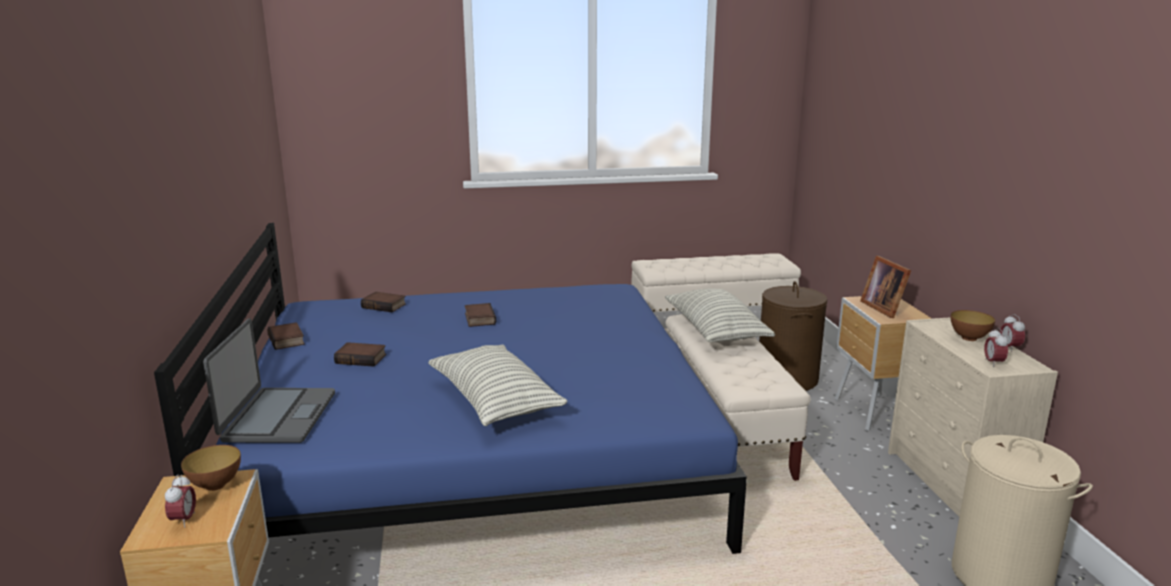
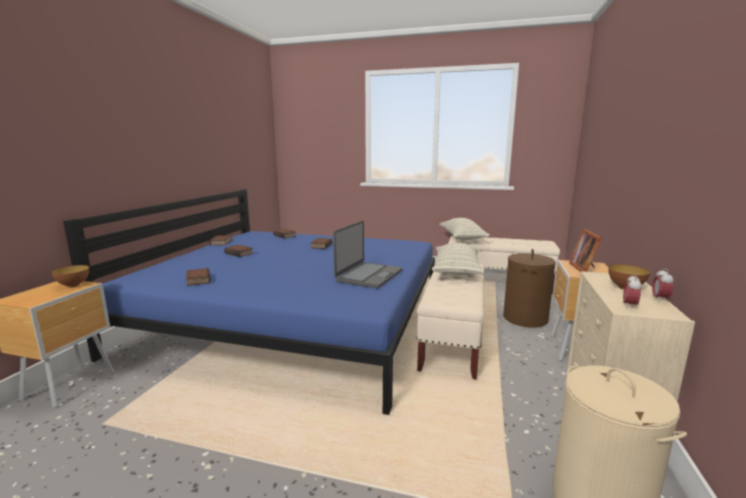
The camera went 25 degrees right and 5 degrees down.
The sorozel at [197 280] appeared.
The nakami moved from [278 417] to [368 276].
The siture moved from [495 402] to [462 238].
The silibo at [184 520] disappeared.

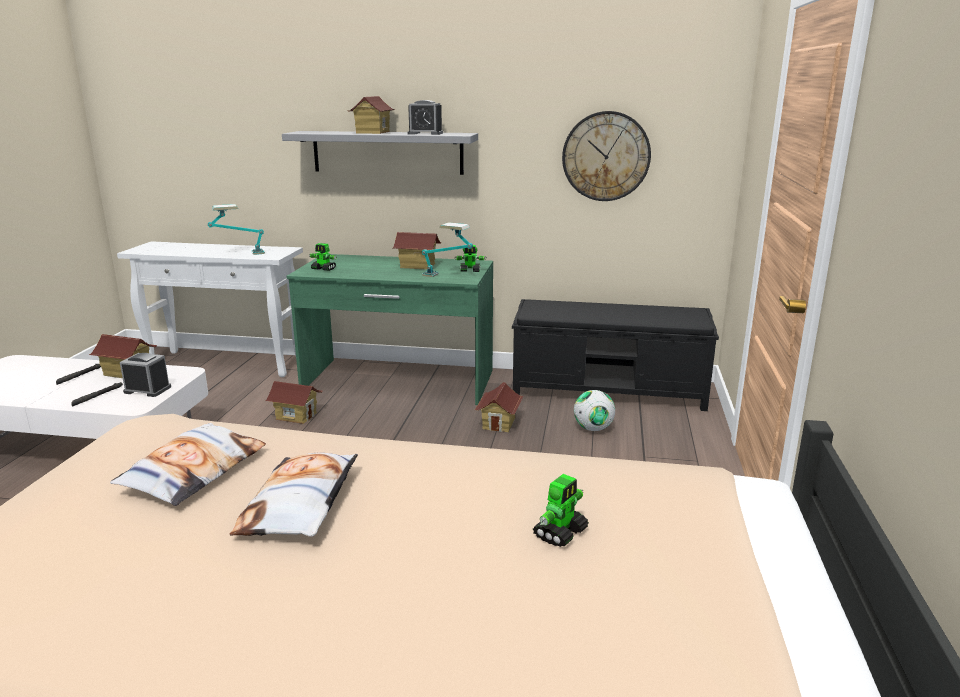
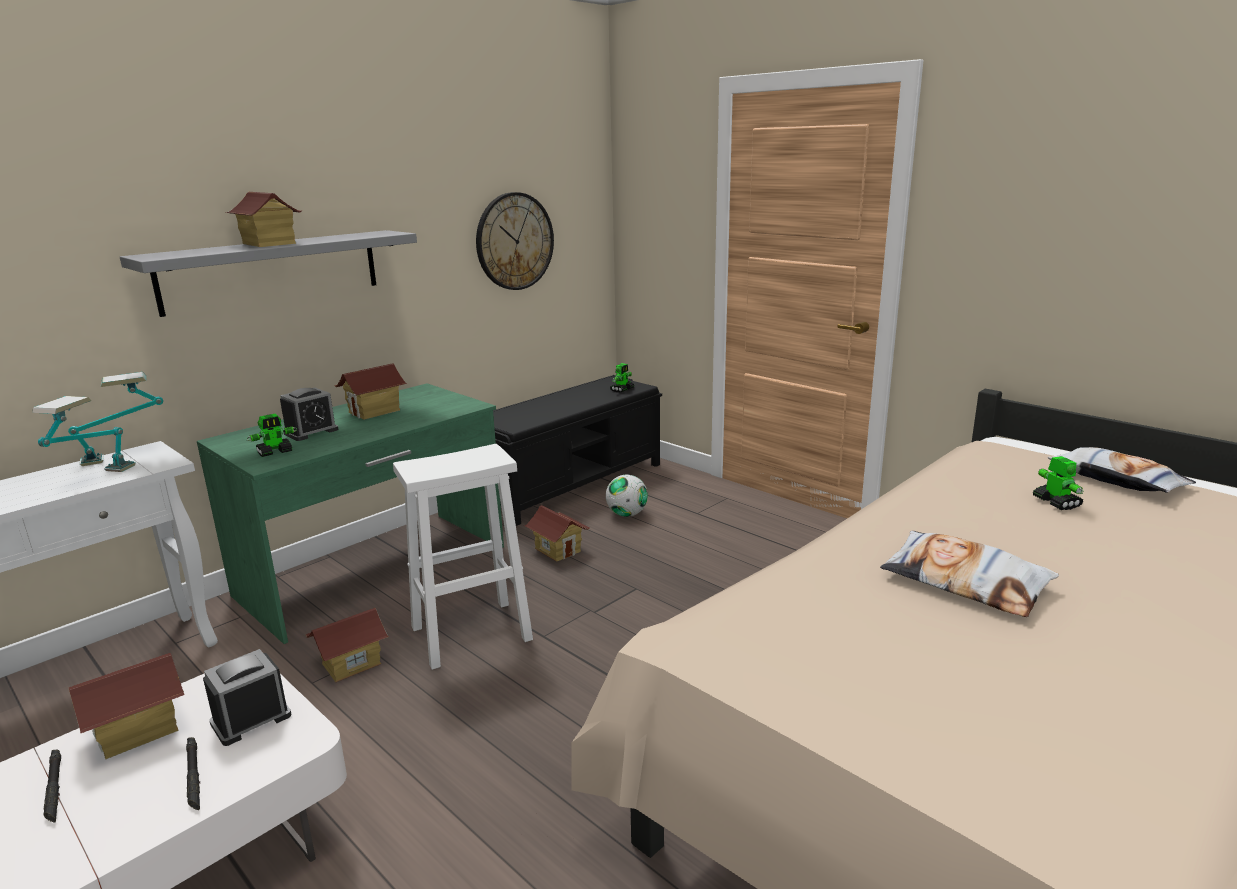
The camera went 55 degrees left and 0 degrees up.
The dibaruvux moved from [447 277] to [127 455].
The silibo moved from [425 133] to [311 432].
The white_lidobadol at [469 634] appeared.
The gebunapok moved from [470 271] to [622 389].
The siture moved from [194 472] to [1117 480].

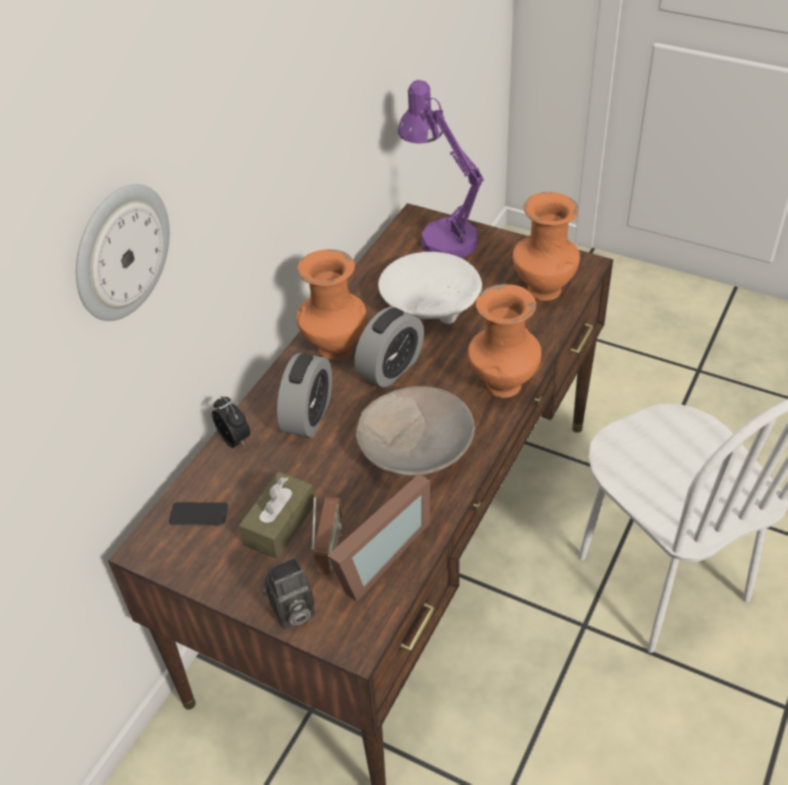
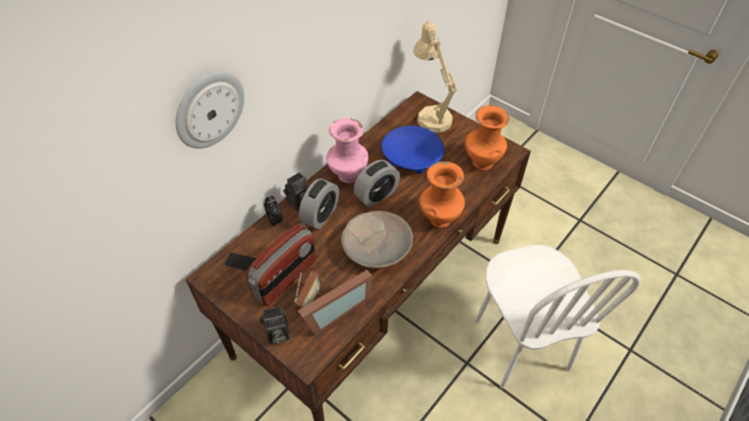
The camera went 10 degrees right and 5 degrees up.
The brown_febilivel at [280 524] was replaced by the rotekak at [285 279].
The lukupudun at [299 203] appeared.
The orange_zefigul at [334 348] became the pink_zefigul at [347 175].
The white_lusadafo at [429 302] became the blue_lusadafo at [411 157].
The purple_dibaruvux at [441 236] became the beige_dibaruvux at [431 116].

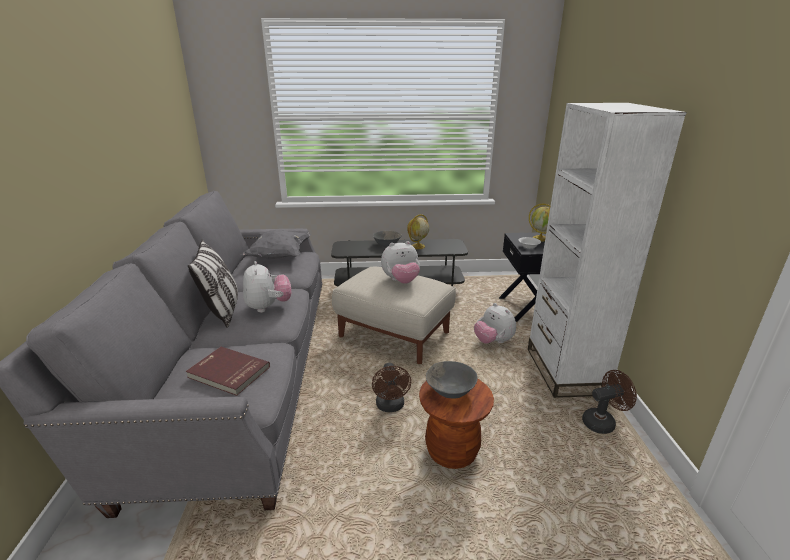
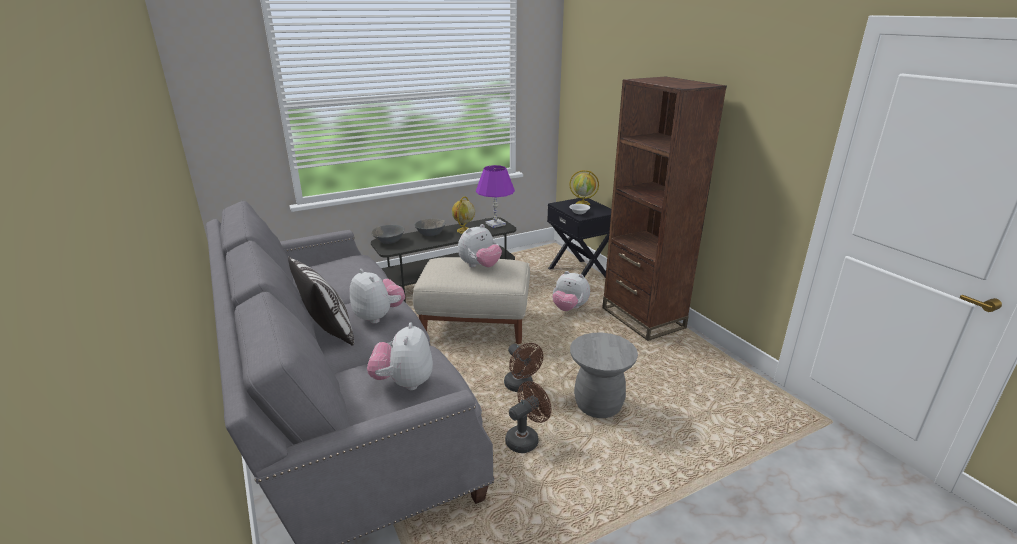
The camera went 25 degrees left and 0 degrees up.
The red_sorozel at [228 373] was replaced by the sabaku at [404 383].
The grey_lusadafo moved from [451 390] to [389 241].
The purple_dibaruvux at [495 224] appeared.
The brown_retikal moved from [602 422] to [526 439].
The brown_lidobadol at [452 451] became the grey_lidobadol at [598 405].
The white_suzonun at [565 371] became the brown_suzonun at [642 318].
The grey_siture at [279 256] disappeared.

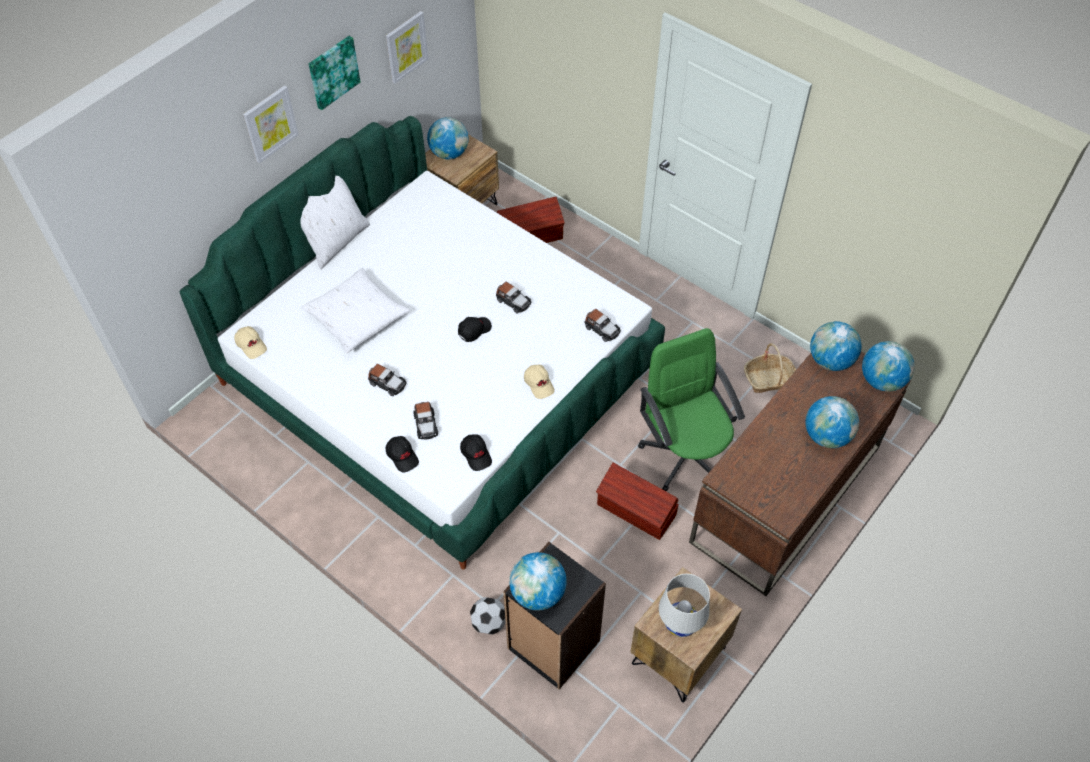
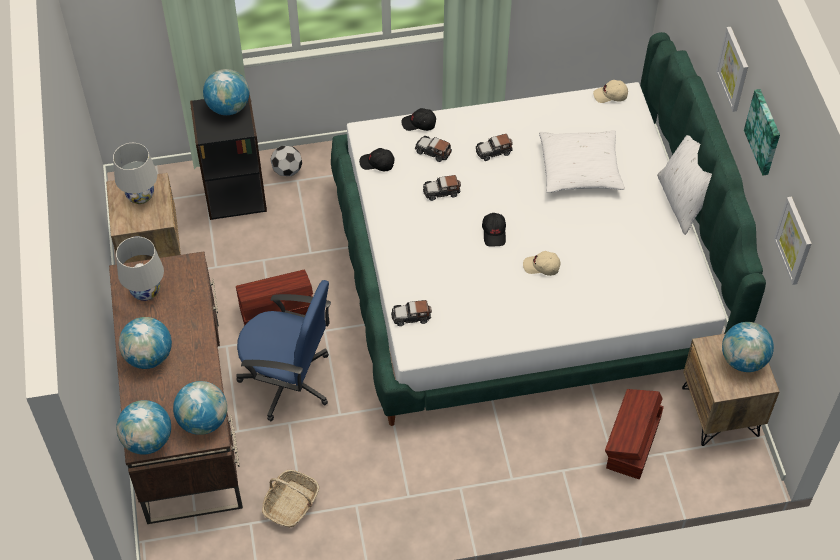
The camera went 130 degrees right and 0 degrees up.
The white_dibaruvux at [146 291] appeared.
The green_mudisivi at [685 454] became the blue_mudisivi at [288 381].
The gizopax moved from [513 301] to [441 191].
The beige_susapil moved from [539 384] to [541 267].

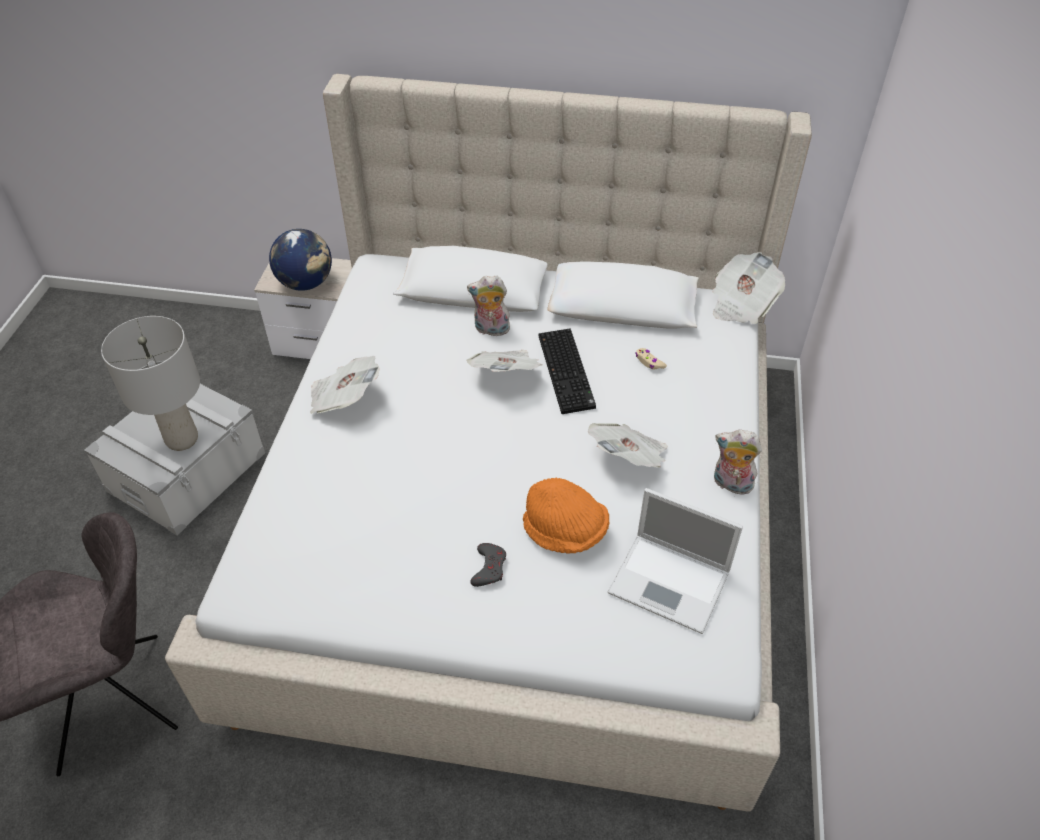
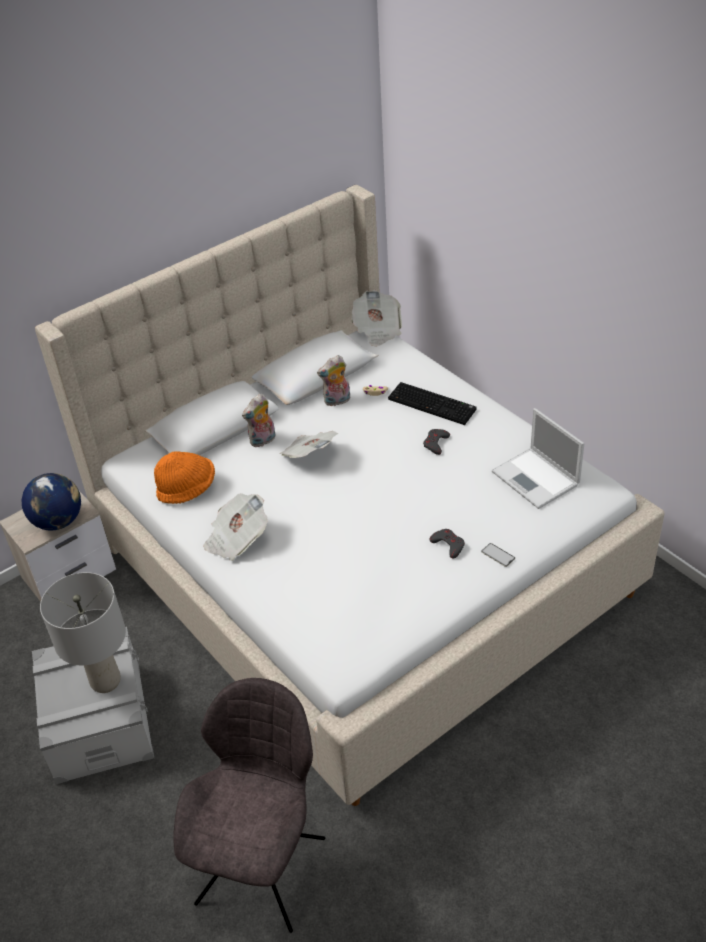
The camera went 45 degrees left and 5 degrees down.
The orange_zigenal moved from [565 532] to [187 489].
The sabaku moved from [730 484] to [337 401].
The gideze moved from [568 372] to [433 404].
The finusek at [629 458] was replaced by the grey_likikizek at [435 443].
The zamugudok at [498 555] appeared.
The nakami at [671 583] turned 75 degrees clockwise.

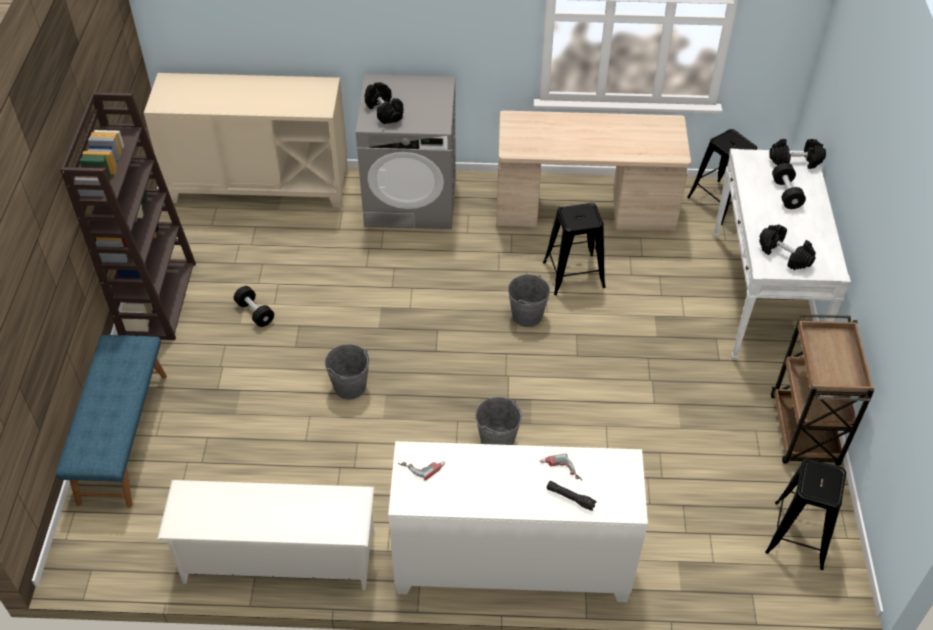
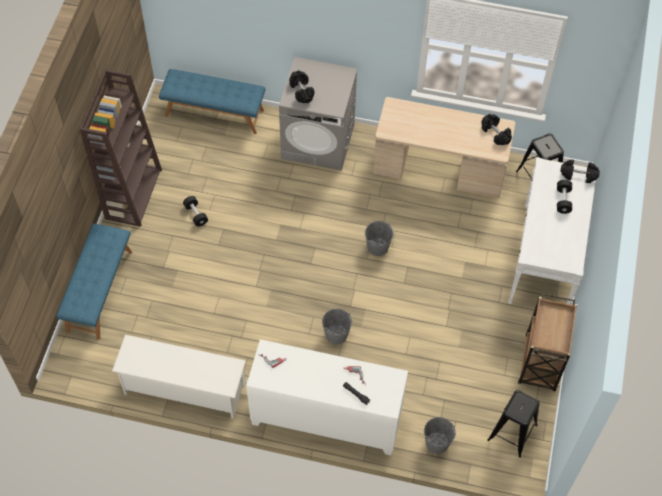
The camera went 10 degrees right and 10 degrees up.
The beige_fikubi at [260 184] was replaced by the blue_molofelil at [214 112].
The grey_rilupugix moved from [350 386] to [437 443].
The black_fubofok moved from [785 255] to [495 134].
The black_lidobadol at [573 274] disappeared.

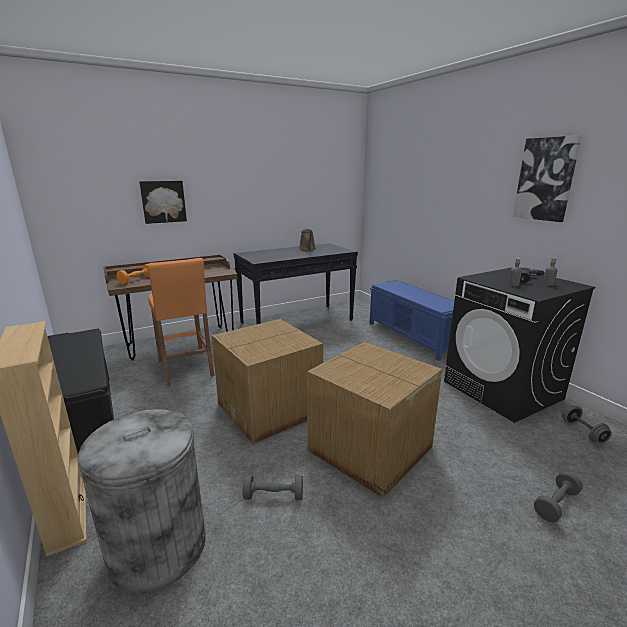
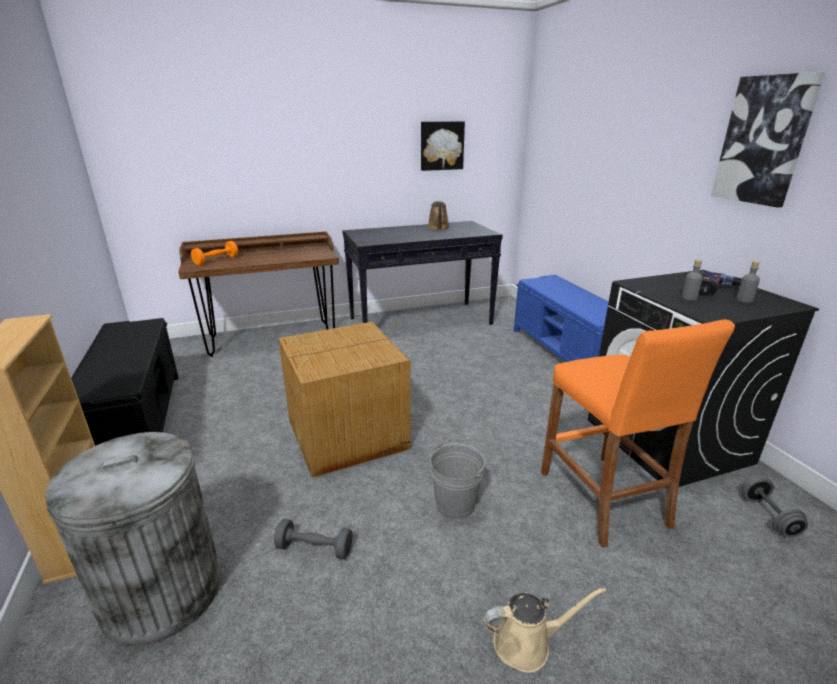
The camera went 10 degrees right and 5 degrees up.
The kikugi moved from [163 201] to [441 146].
The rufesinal at [370 450] was replaced by the grey_rilupugix at [455 504].
The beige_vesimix at [527 643] appeared.
The orange_lidobadol moved from [185 368] to [603 498].
The grey_fubofok at [556 504] disappeared.

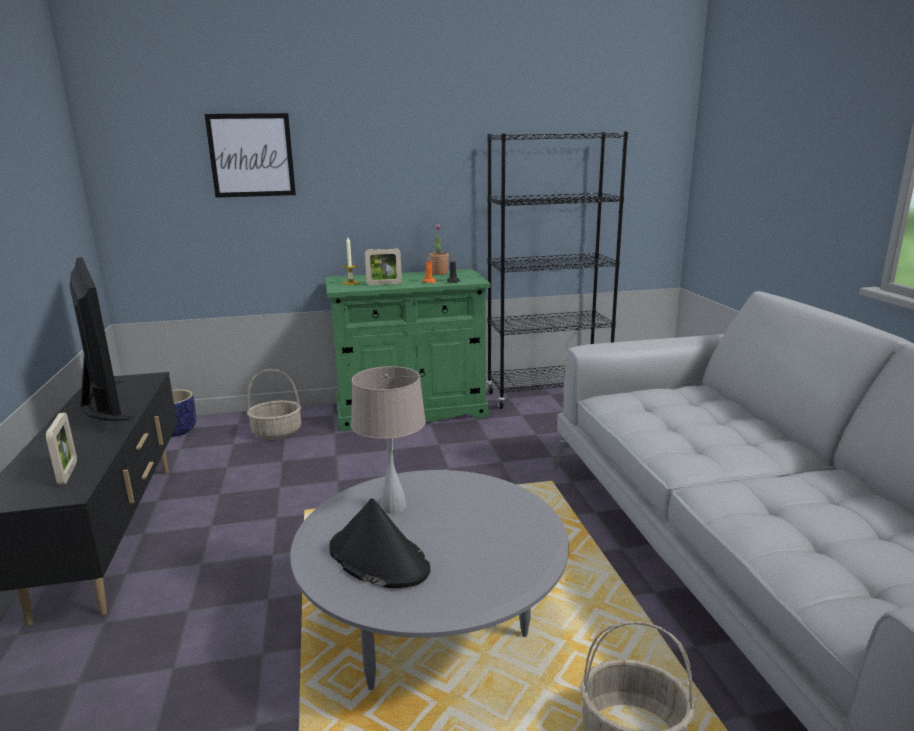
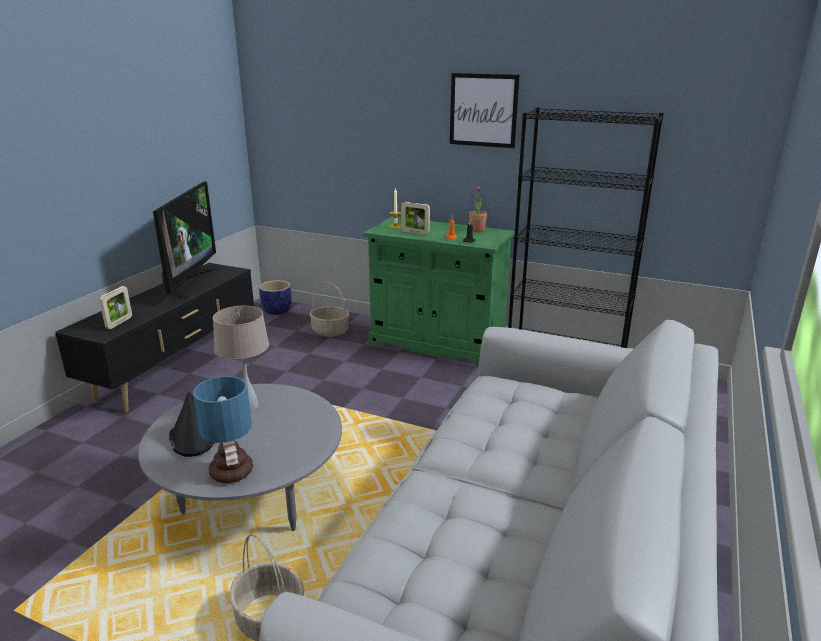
The camera went 35 degrees right and 5 degrees up.
The dibaruvux at [233 472] appeared.
The kikugi moved from [251 155] to [483 110].

